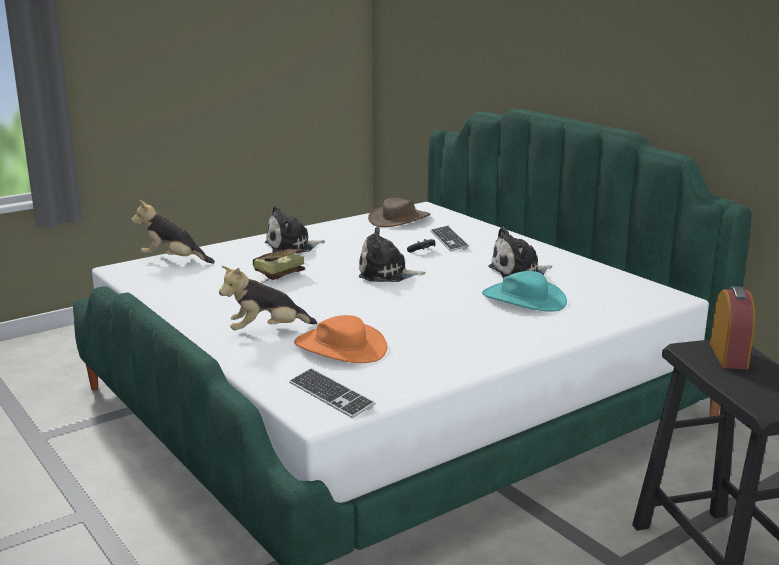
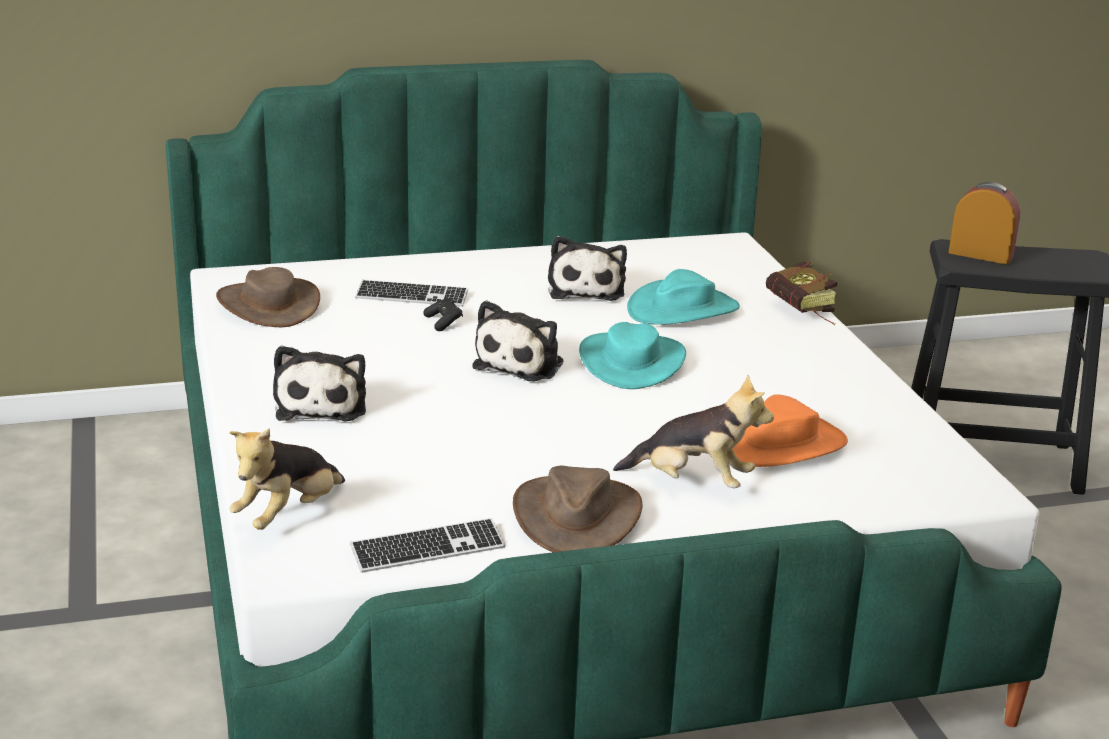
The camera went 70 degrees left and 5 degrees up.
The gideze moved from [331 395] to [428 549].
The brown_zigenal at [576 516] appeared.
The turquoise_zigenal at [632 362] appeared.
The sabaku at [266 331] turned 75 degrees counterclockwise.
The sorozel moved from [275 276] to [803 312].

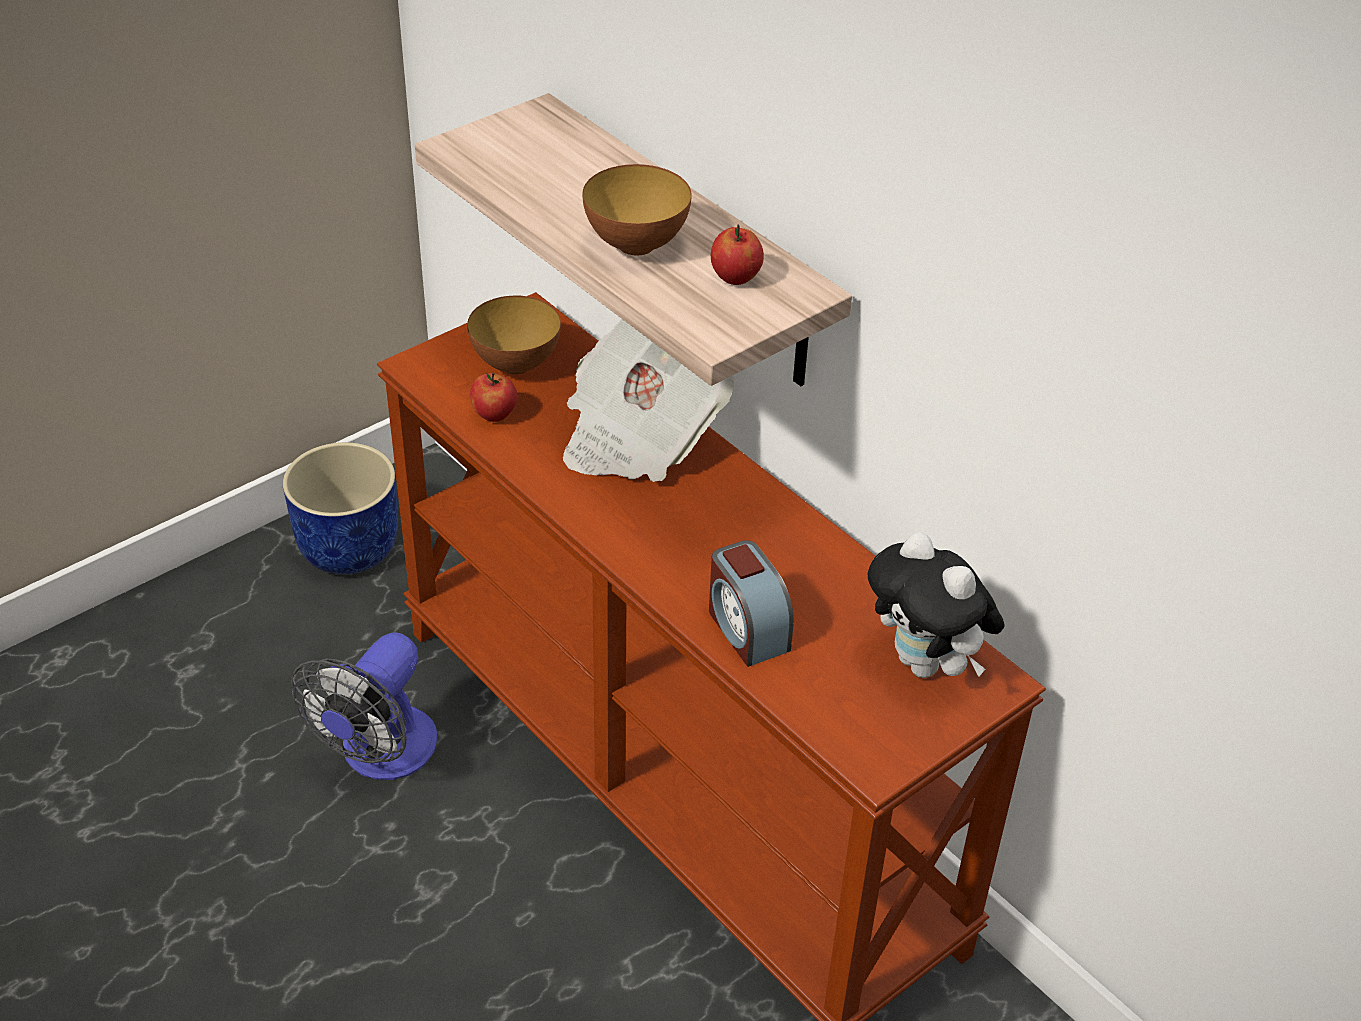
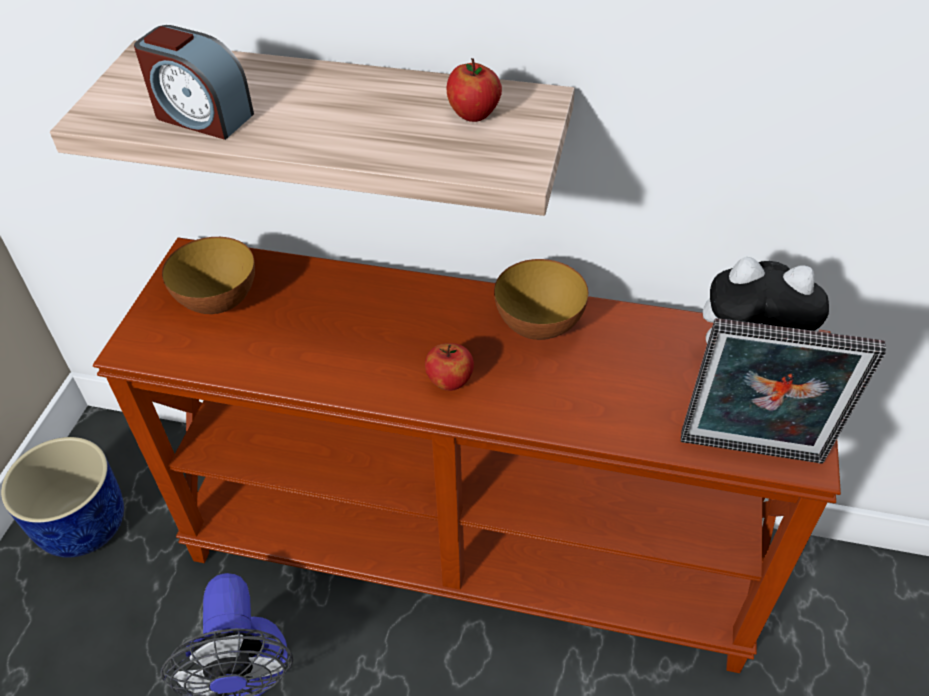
The camera went 35 degrees left and 5 degrees up.
The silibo moved from [746 629] to [202 116].
The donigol moved from [495 415] to [450 381].
The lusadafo moved from [636 245] to [538 327].
The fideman at [750 455] appeared.
The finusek at [640 434] disappeared.

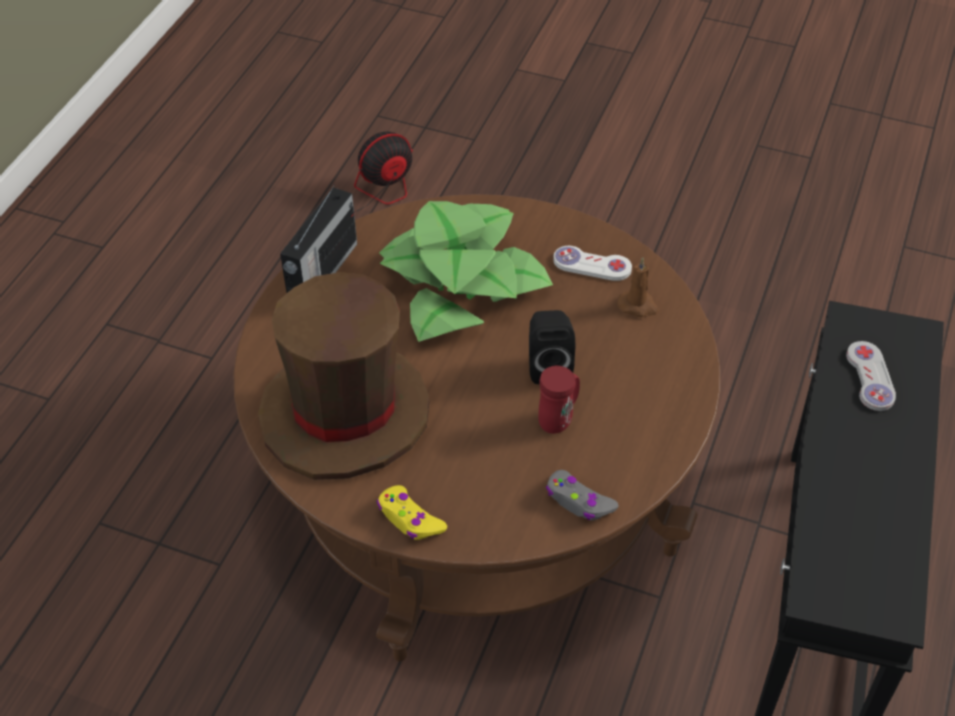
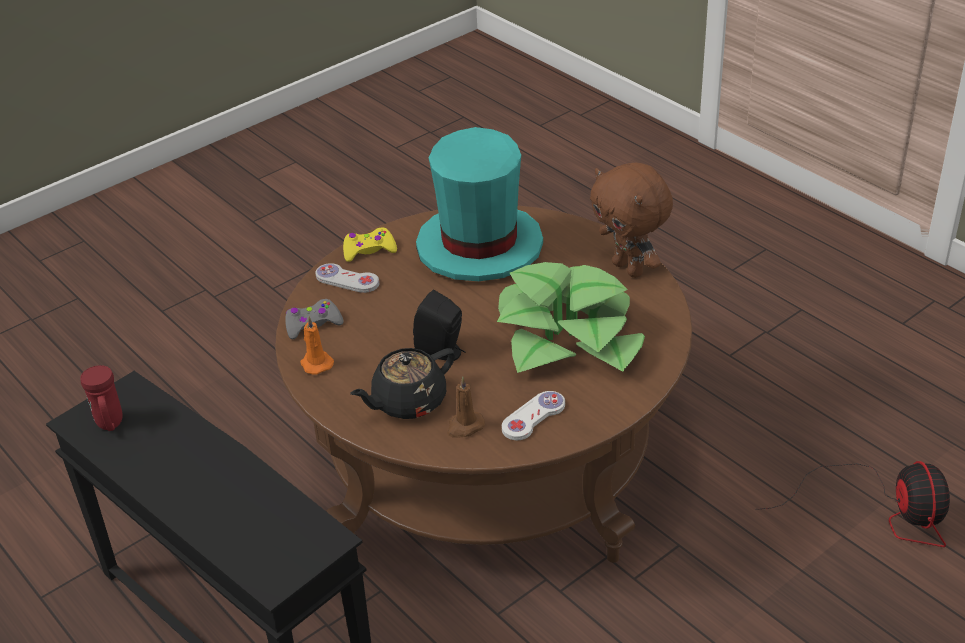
The camera went 120 degrees right and 10 degrees down.
The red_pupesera moved from [559 419] to [110 425].
The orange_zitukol at [316 363] appeared.
The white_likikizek moved from [870 377] to [347 280].
The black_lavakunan at [407 402] appeared.
The brown_zigenal at [345 414] became the turquoise_zigenal at [479 246].
The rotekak at [321 274] was replaced by the brown_sabaku at [629 268].

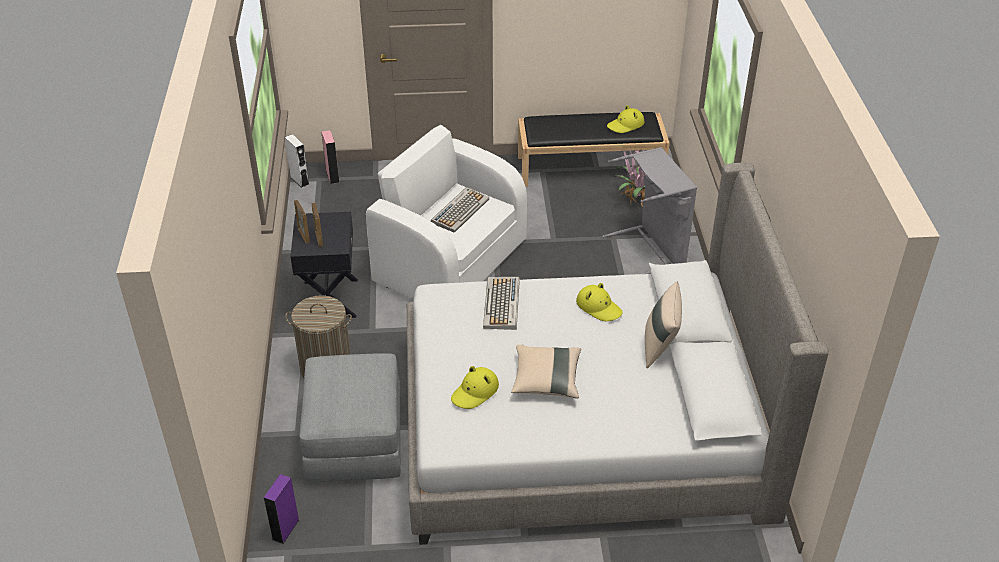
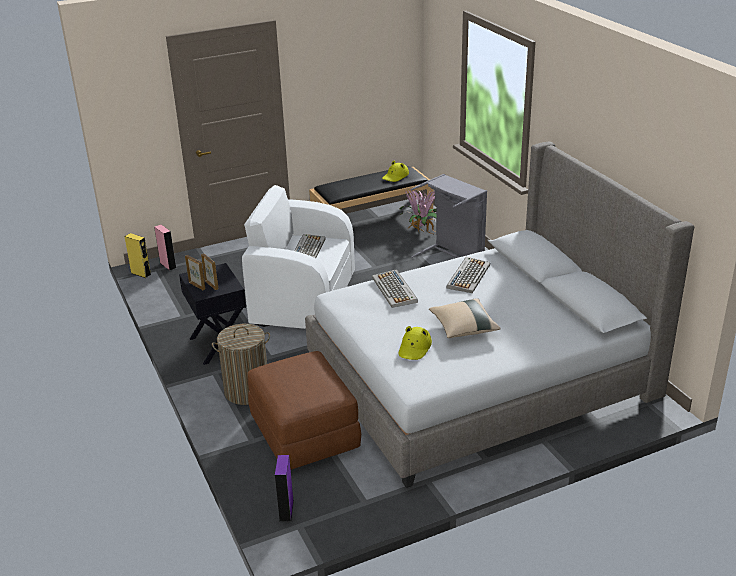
The camera went 20 degrees left and 10 degrees down.
The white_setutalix at [299 180] became the yellow_setutalix at [141 273].
The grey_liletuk at [355 440] became the brown_liletuk at [305 433].
The yellow_zigenal at [599 307] was replaced by the gideze at [468 276].
The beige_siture at [660 347] disappeared.

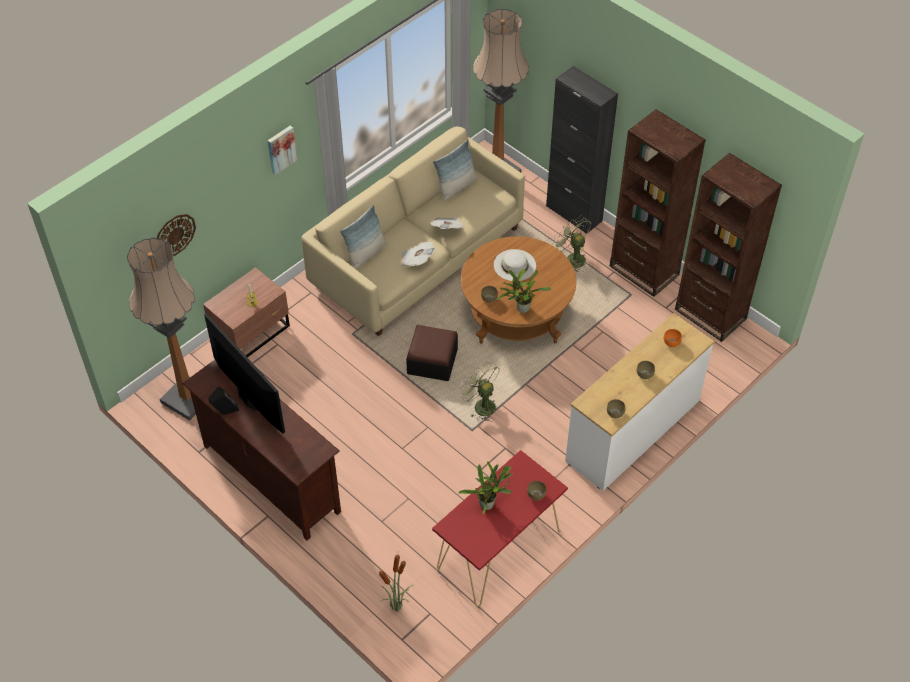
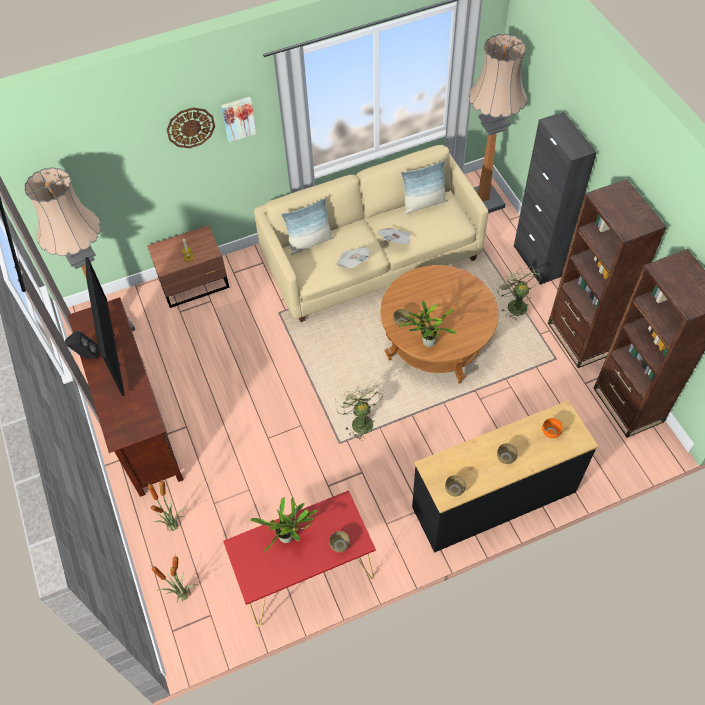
The camera went 25 degrees right and 5 degrees up.
The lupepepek at [174 526] appeared.
The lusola moved from [174 235] to [190 127].
The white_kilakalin at [633 431] became the black_kilakalin at [494 500].
The liletuk at [432 361] disappeared.
The white_zigenal at [514 265] disappeared.

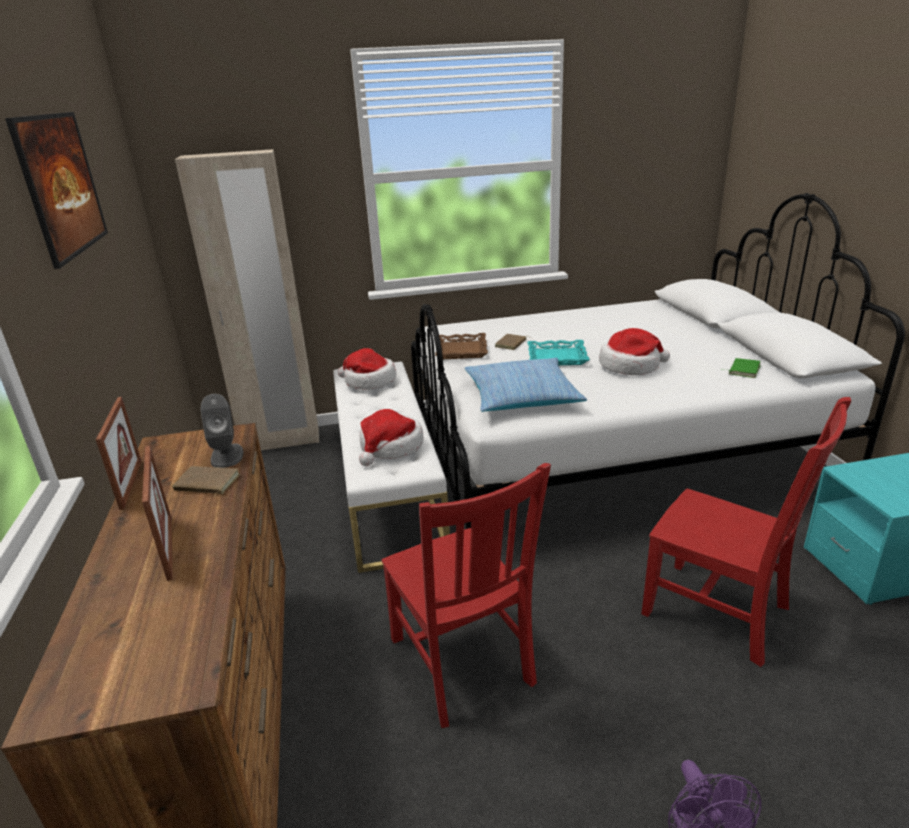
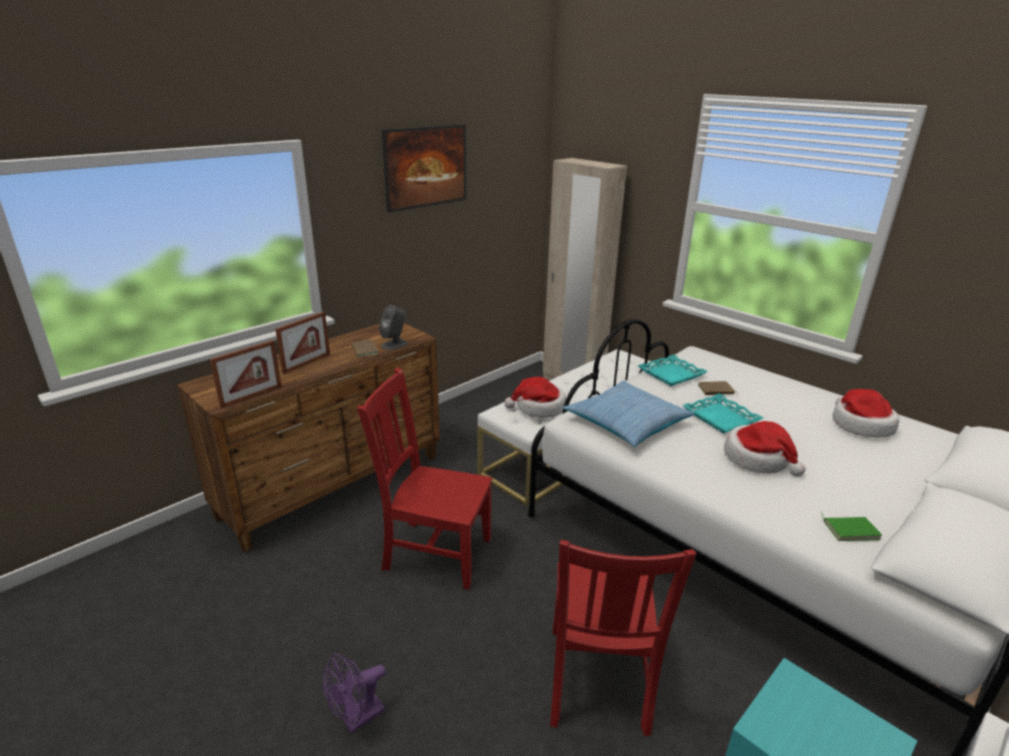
The camera went 55 degrees right and 0 degrees up.
The fideman moved from [131 483] to [251 396].
The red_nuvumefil at [463 664] turned 75 degrees clockwise.
The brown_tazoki at [462 350] became the turquoise_tazoki at [671 374].
The zigenal moved from [369 381] to [860 425].

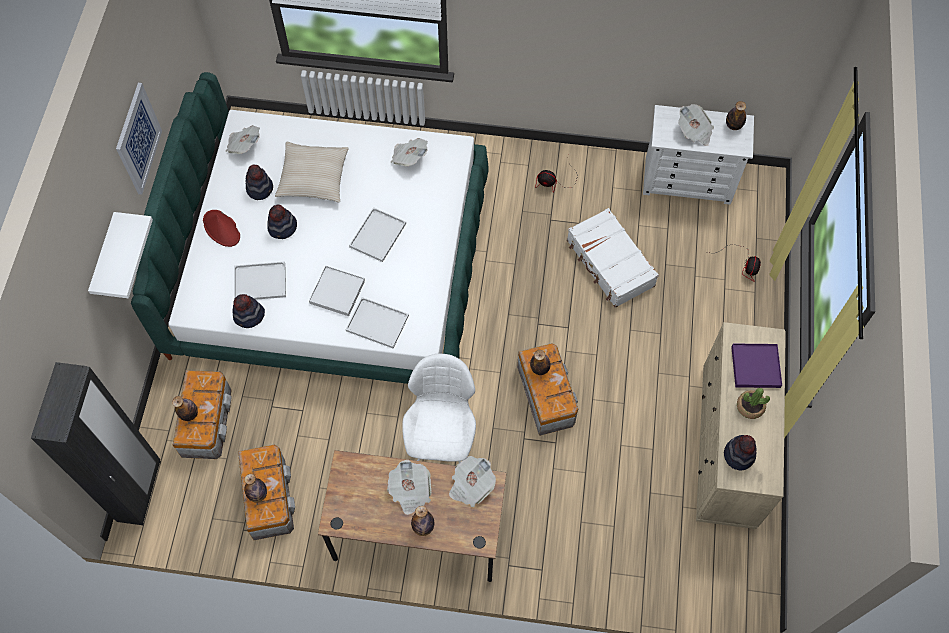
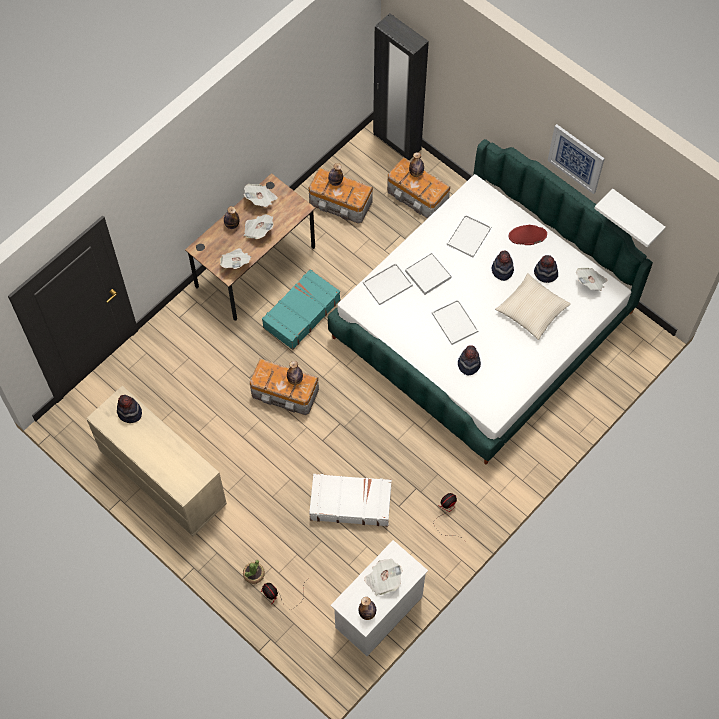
The camera went 125 degrees right and 0 degrees up.
The lupepepek moved from [750 407] to [254 574].
The finusek moved from [409 157] to [261 200].
The white_nuvumefil at [442 443] was replaced by the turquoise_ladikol at [301 313].
The zigenal moved from [249 316] to [468 364].
The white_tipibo moved from [106 259] to [636 214].
The purple_tazoki at [755 366] disappeared.

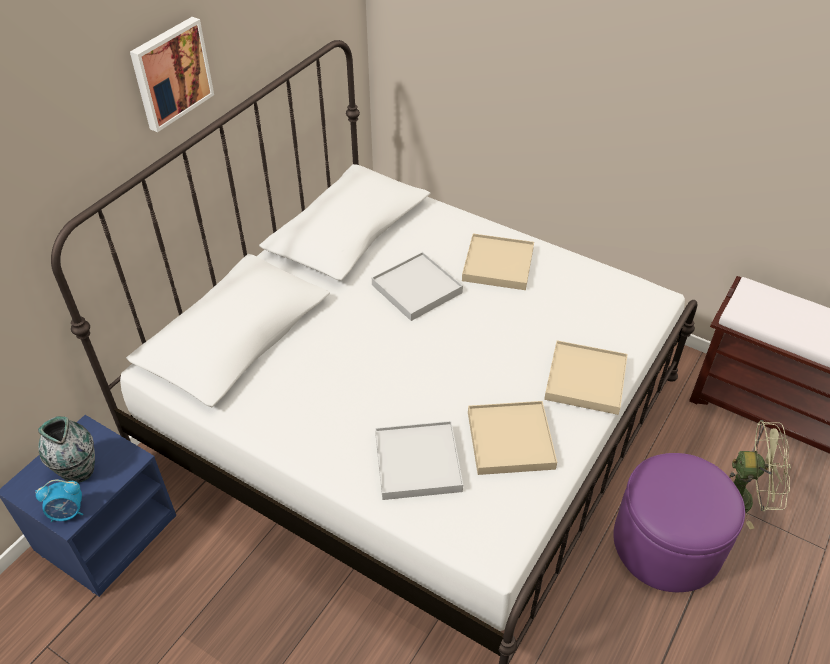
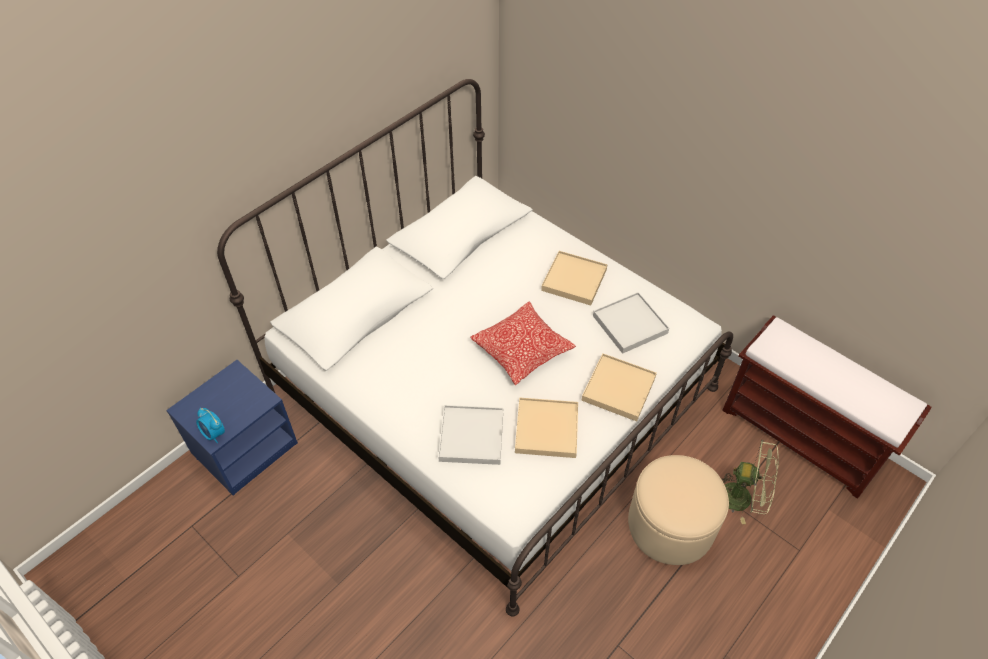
The camera went 10 degrees right and 5 degrees up.
The silibo at [68 513] turned 45 degrees clockwise.
The siture at [522 350] appeared.
The white_tazoki moved from [417 289] to [630 325].
The purple_liletuk at [666 544] became the beige_liletuk at [670 525].
The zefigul at [78 470] disappeared.
The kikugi at [170 73] disappeared.

